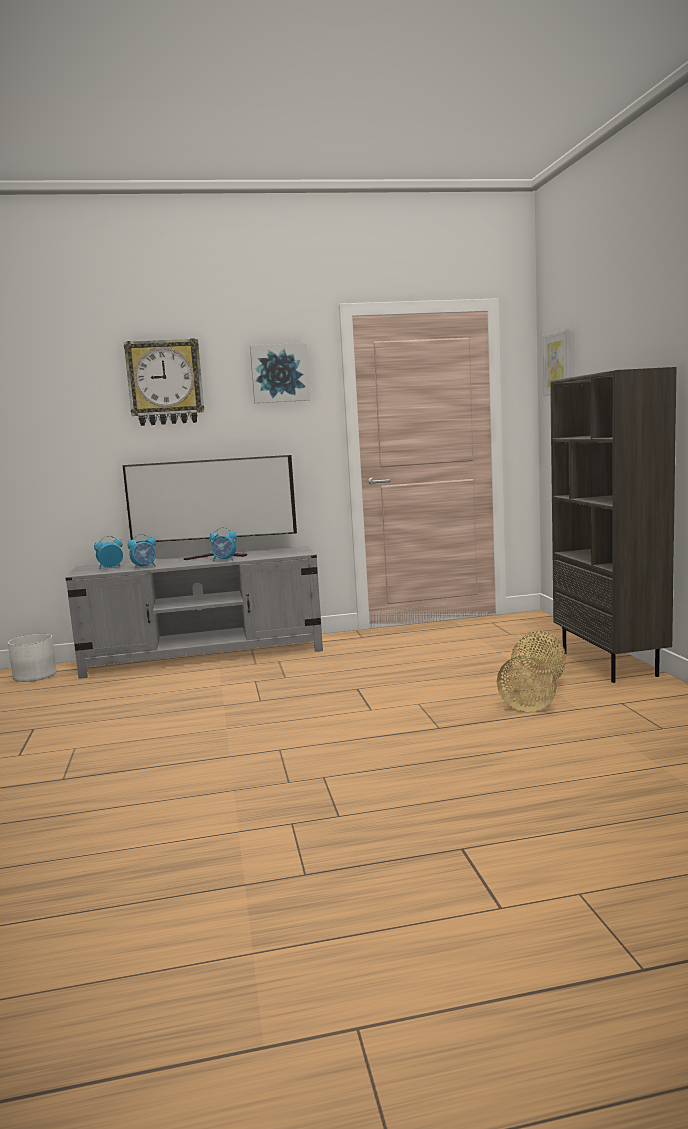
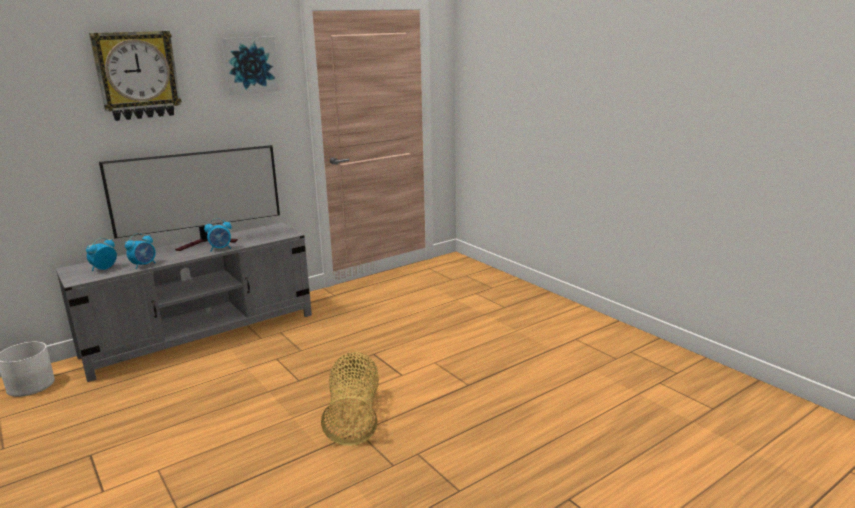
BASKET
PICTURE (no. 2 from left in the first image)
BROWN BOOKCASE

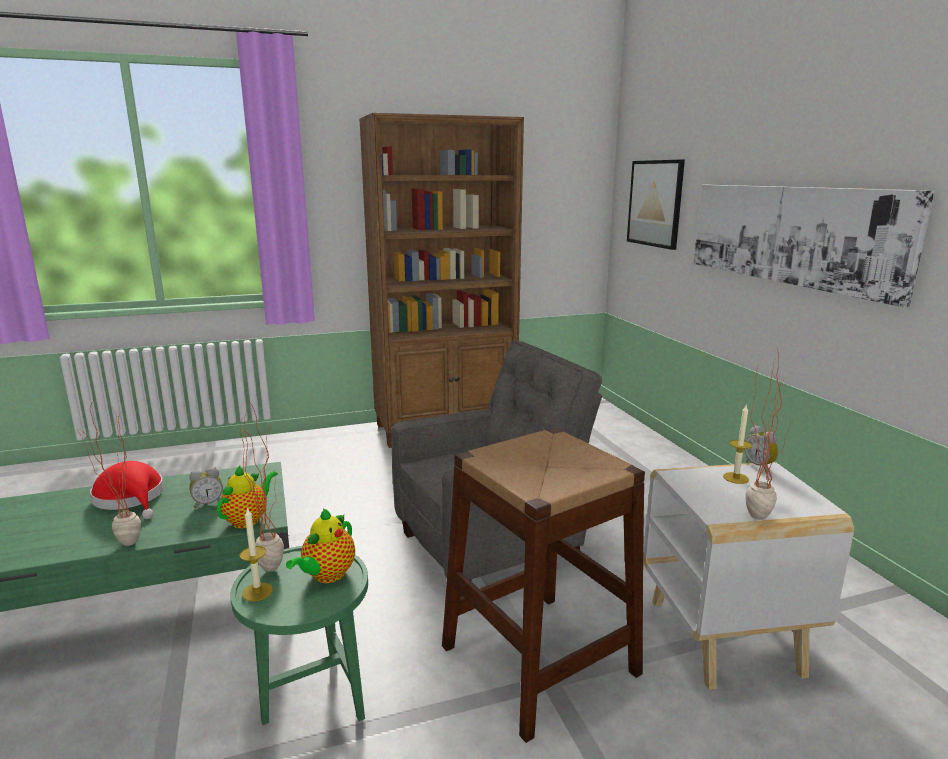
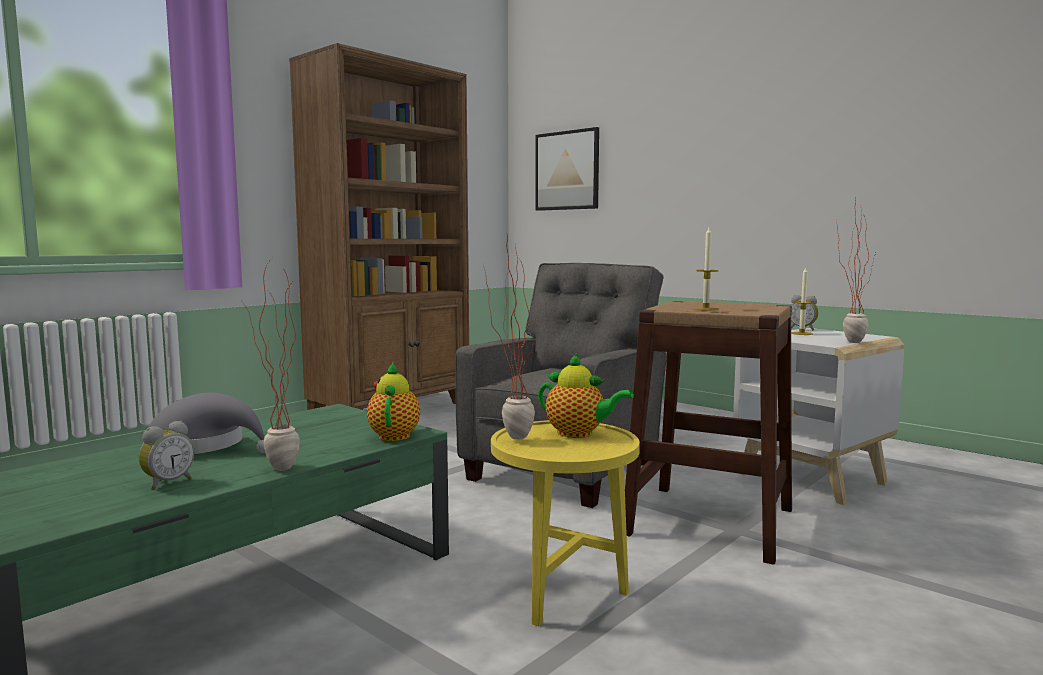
GREY HAT
ALARM CLOCK (no. 1 from left)
YELLOW SIDE TABLE
CANDLE (no. 1 from left)
TEAPOT (no. 2 from left)
PICTURE (no. 2 from left in the first image)

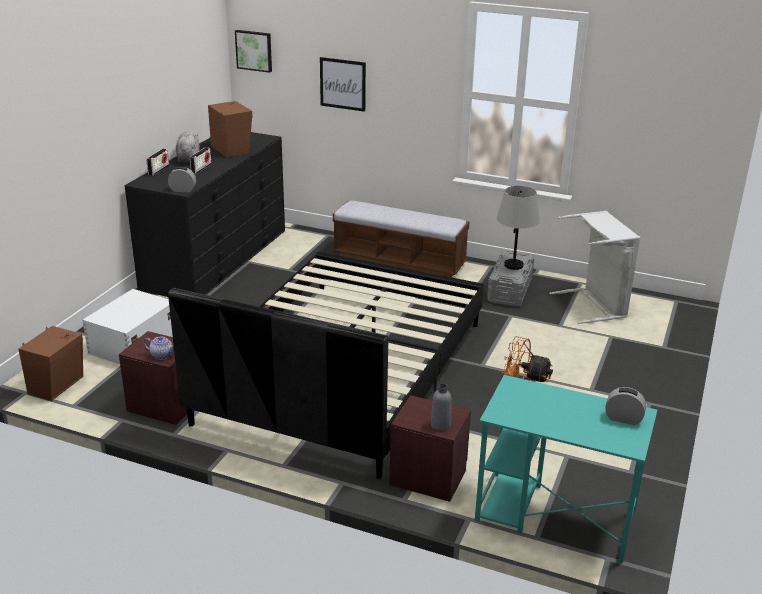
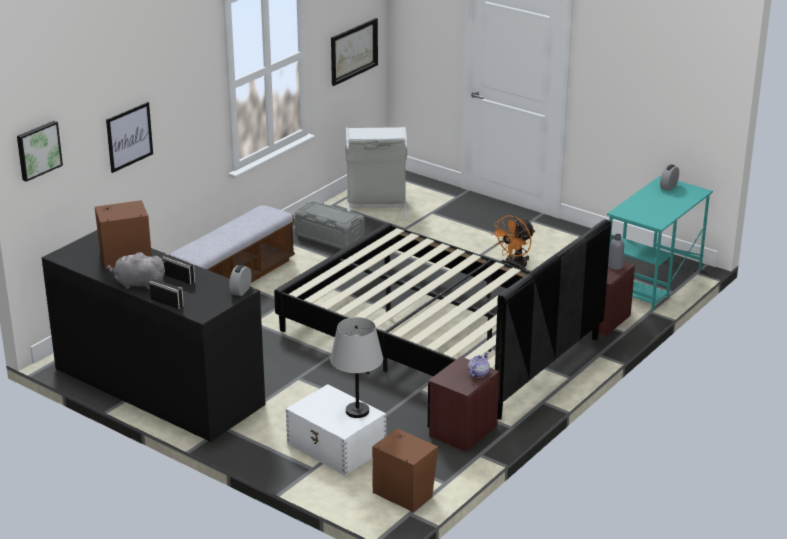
GREY TABLE LAMP
PICTURE (no. 3 from left)

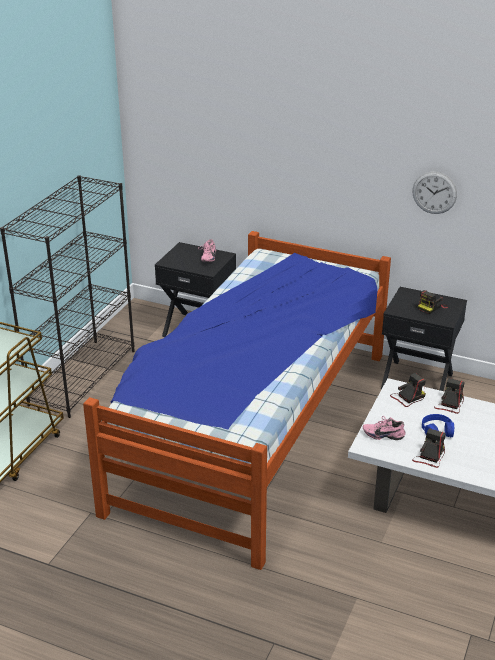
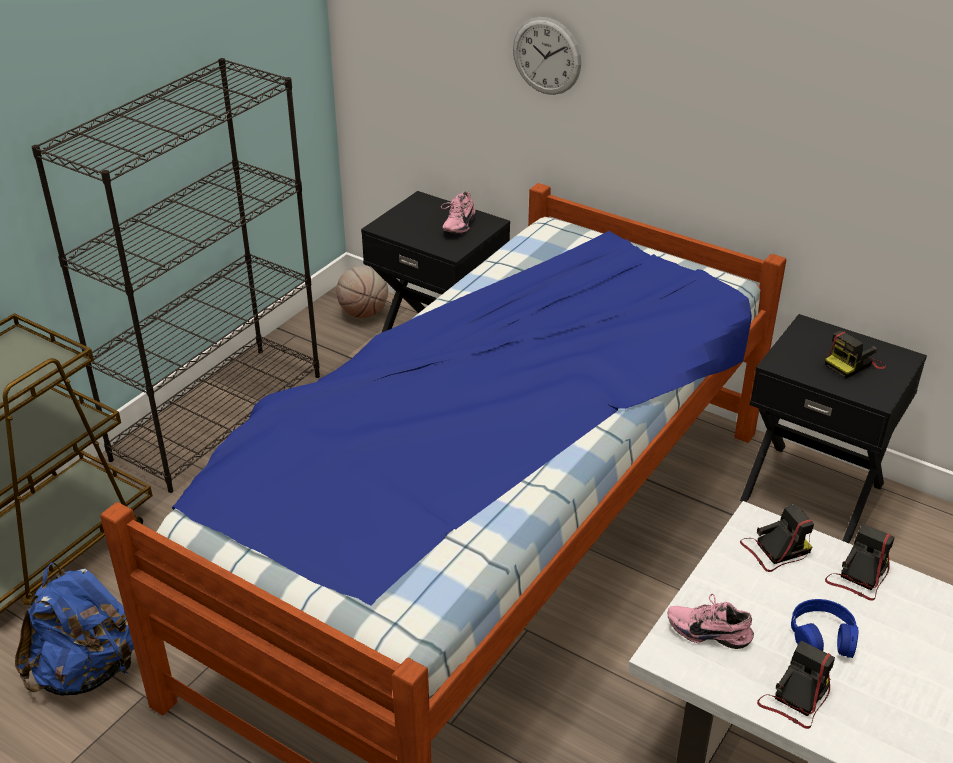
WALL CLOCK
BLUE BACKPACK
BASKETBALL

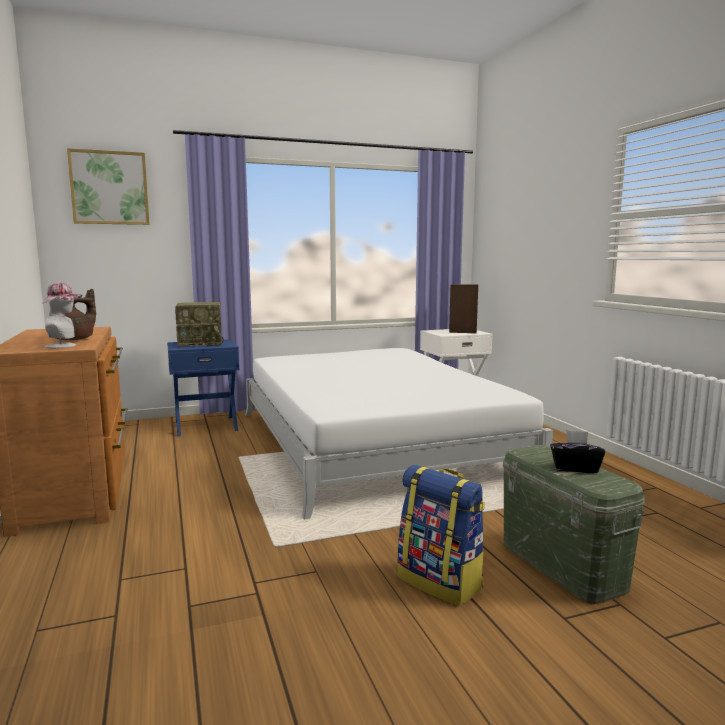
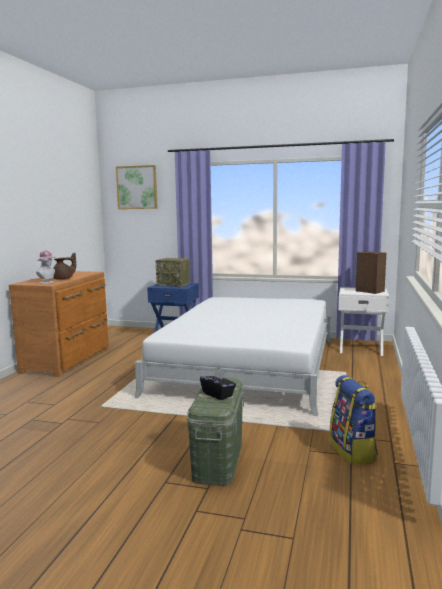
BACKPACK

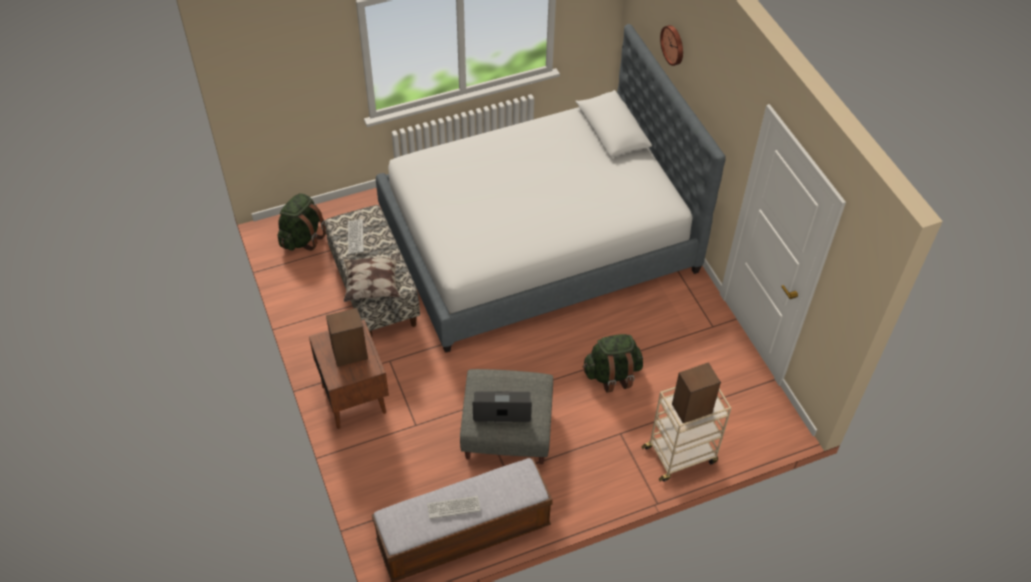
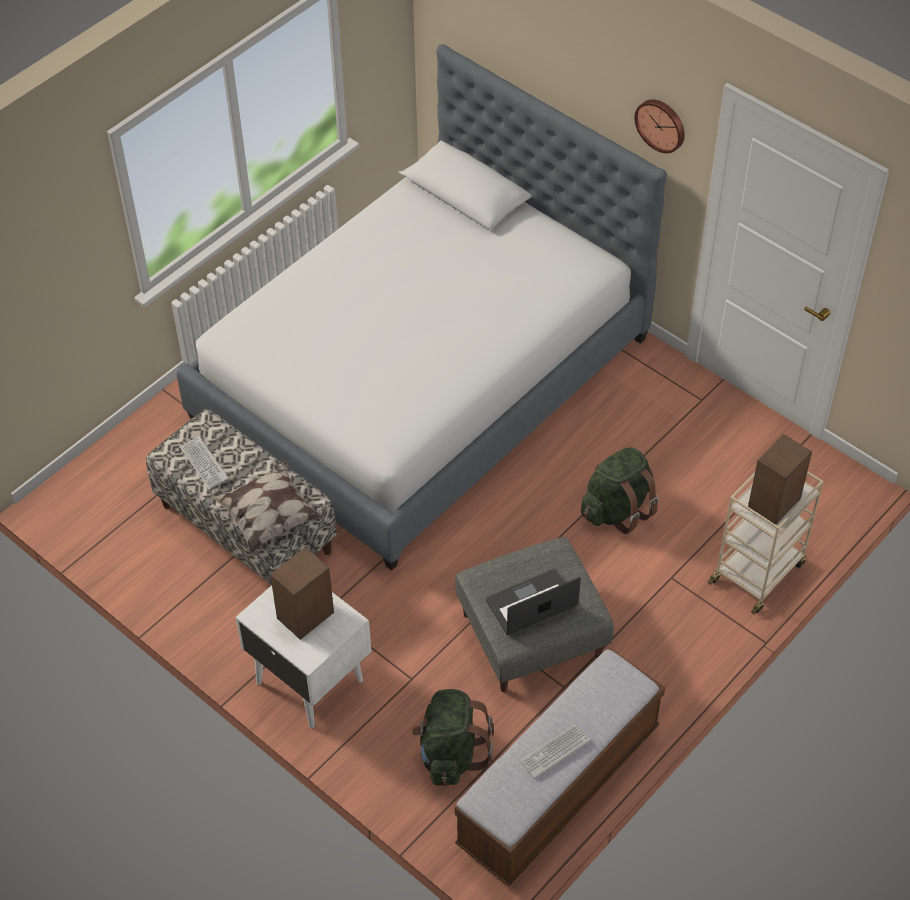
GREEN BACKPACK (no. 1 from left)
WHITE NIGHTSTAND
WALL CLOCK

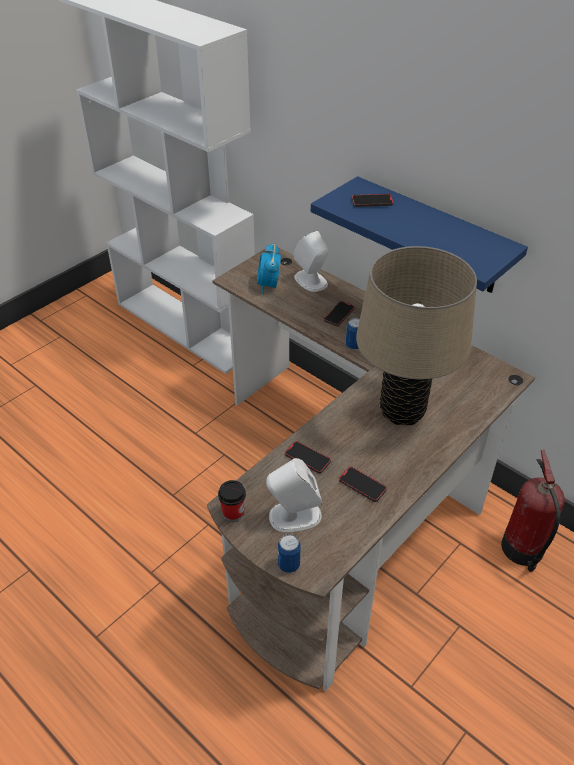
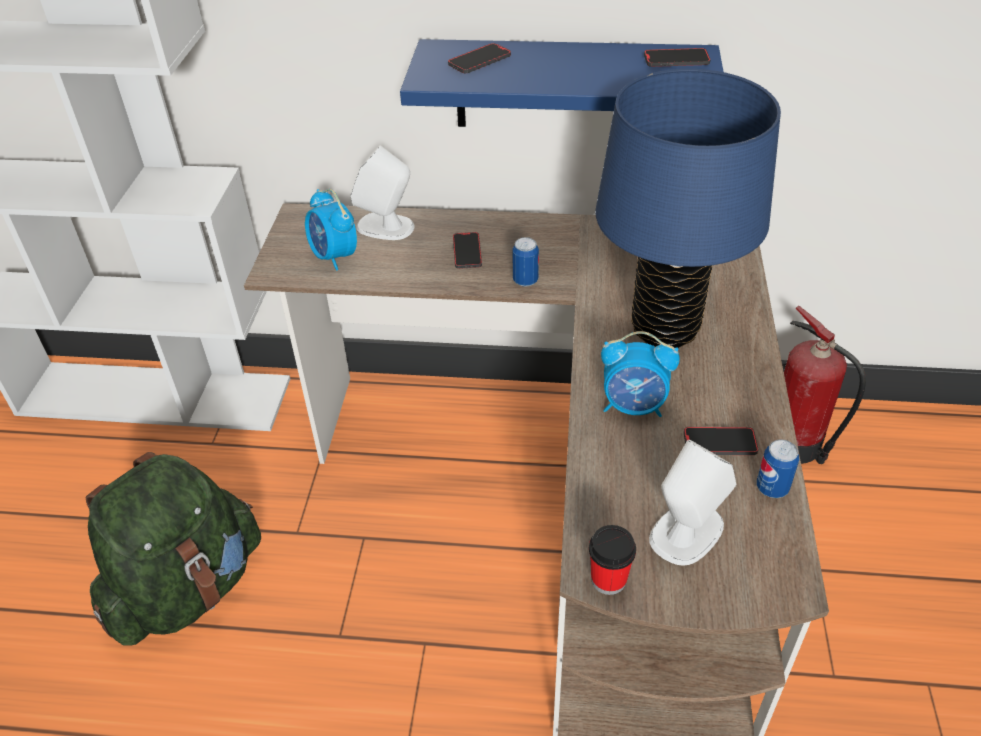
CAN (no. 2 from left)
PHONE (no. 3 from left)
BLUE TABLE LAMP
GREEN BACKPACK
ALARM CLOCK (no. 2 from left)

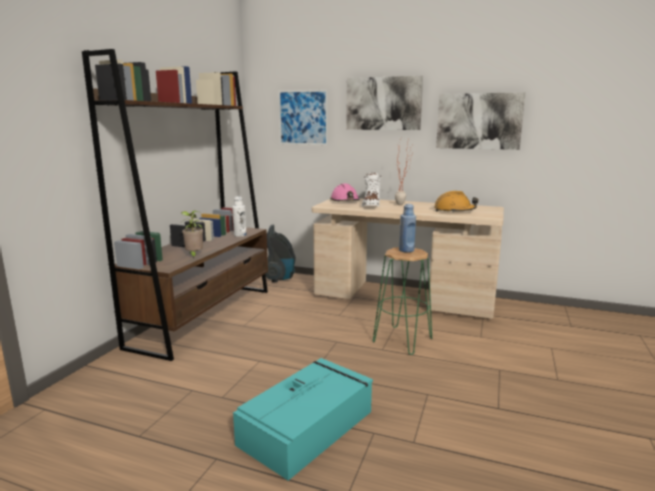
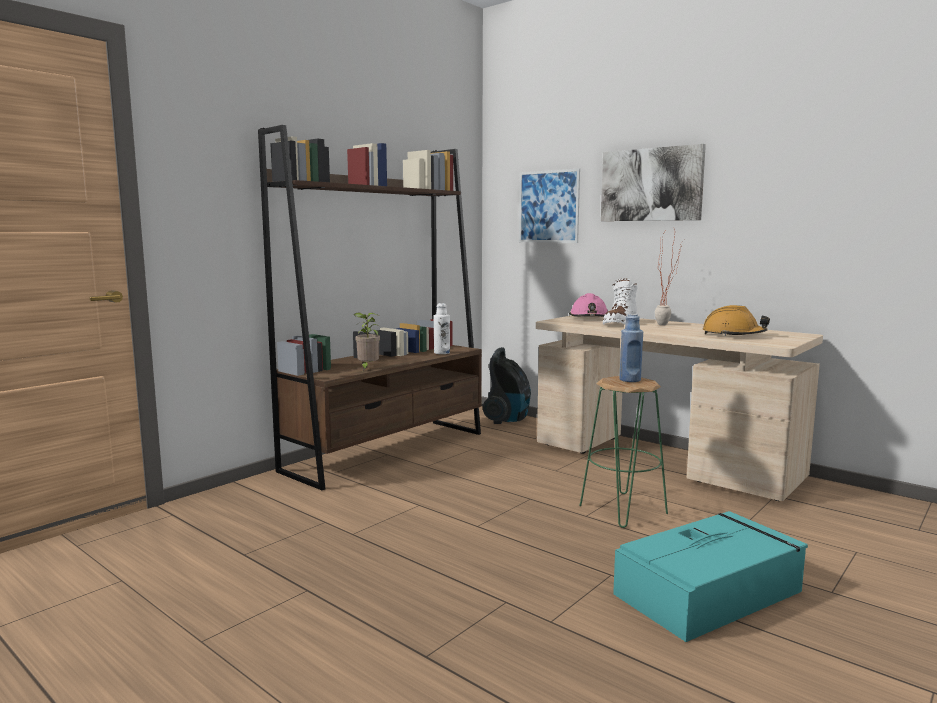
TURQUOISE STORAGE BOX
PICTURE (no. 3 from left in the first image)

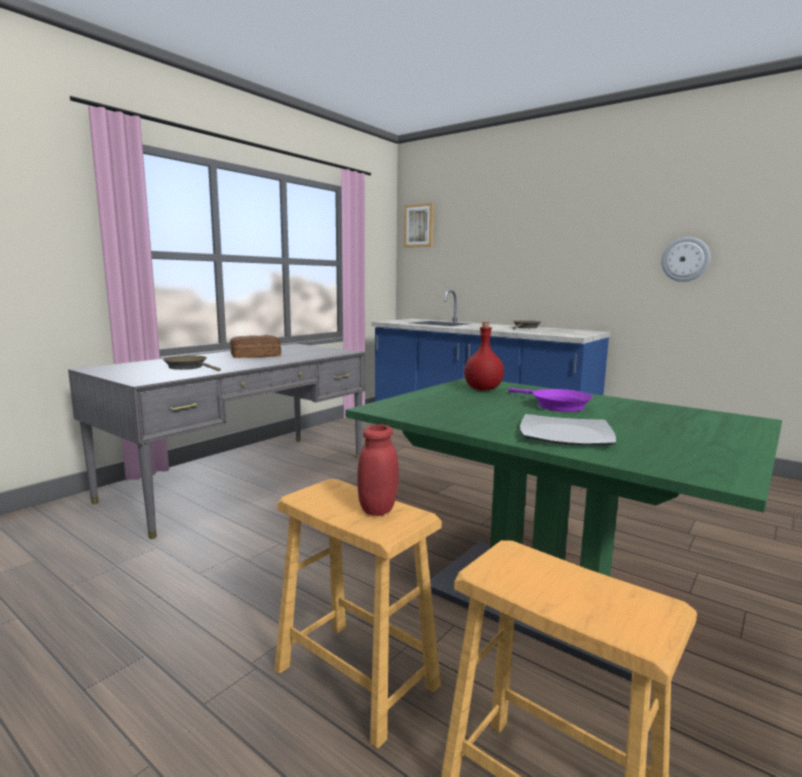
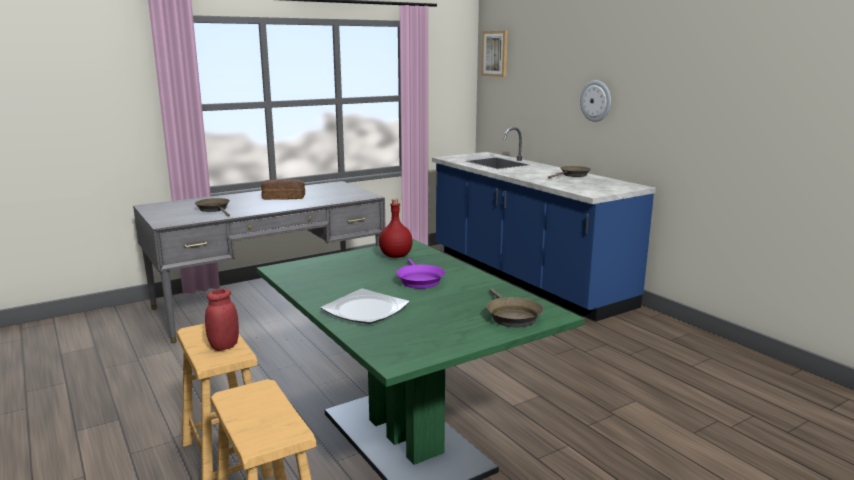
WALL CLOCK
BROWN FRYING PAN (no. 2 from left)

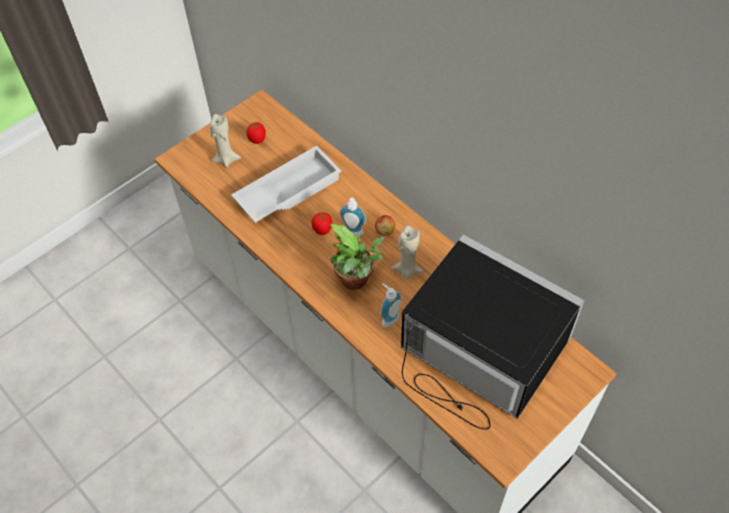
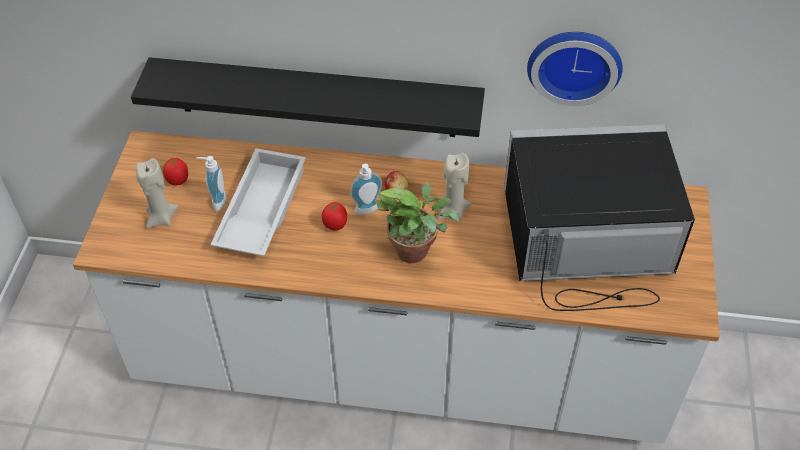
SOAP DISPENSER (no. 1 from left)
BLACK SHELF
WALL CLOCK

